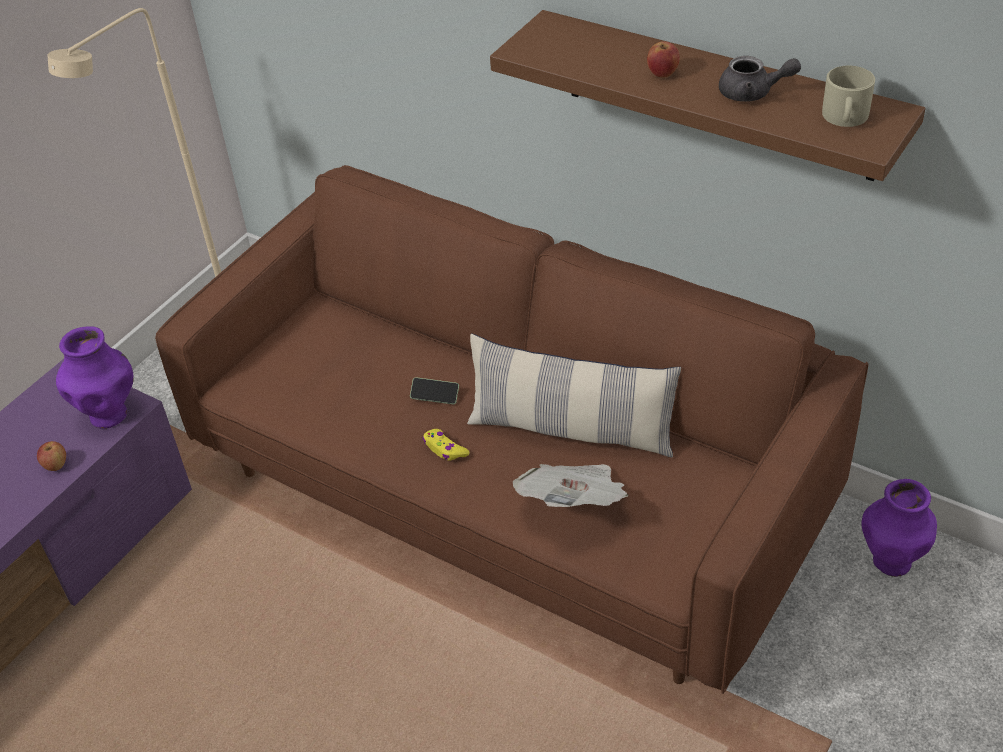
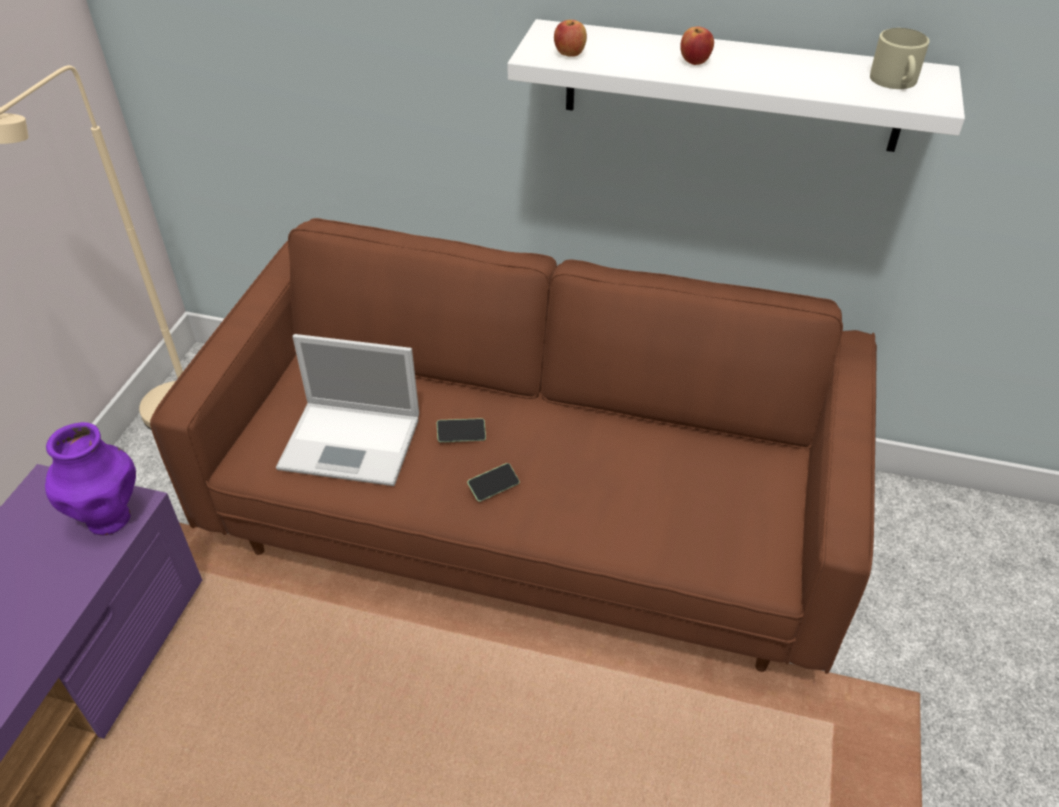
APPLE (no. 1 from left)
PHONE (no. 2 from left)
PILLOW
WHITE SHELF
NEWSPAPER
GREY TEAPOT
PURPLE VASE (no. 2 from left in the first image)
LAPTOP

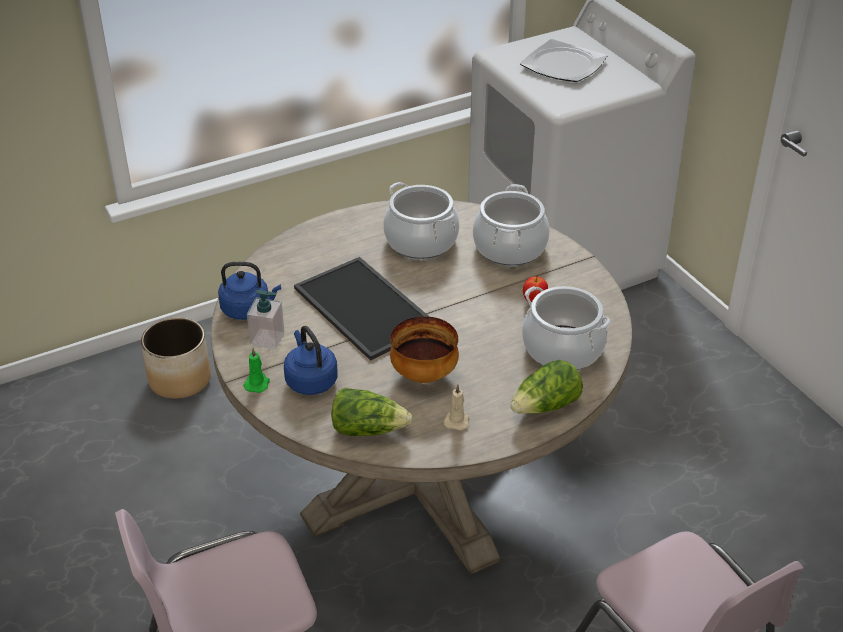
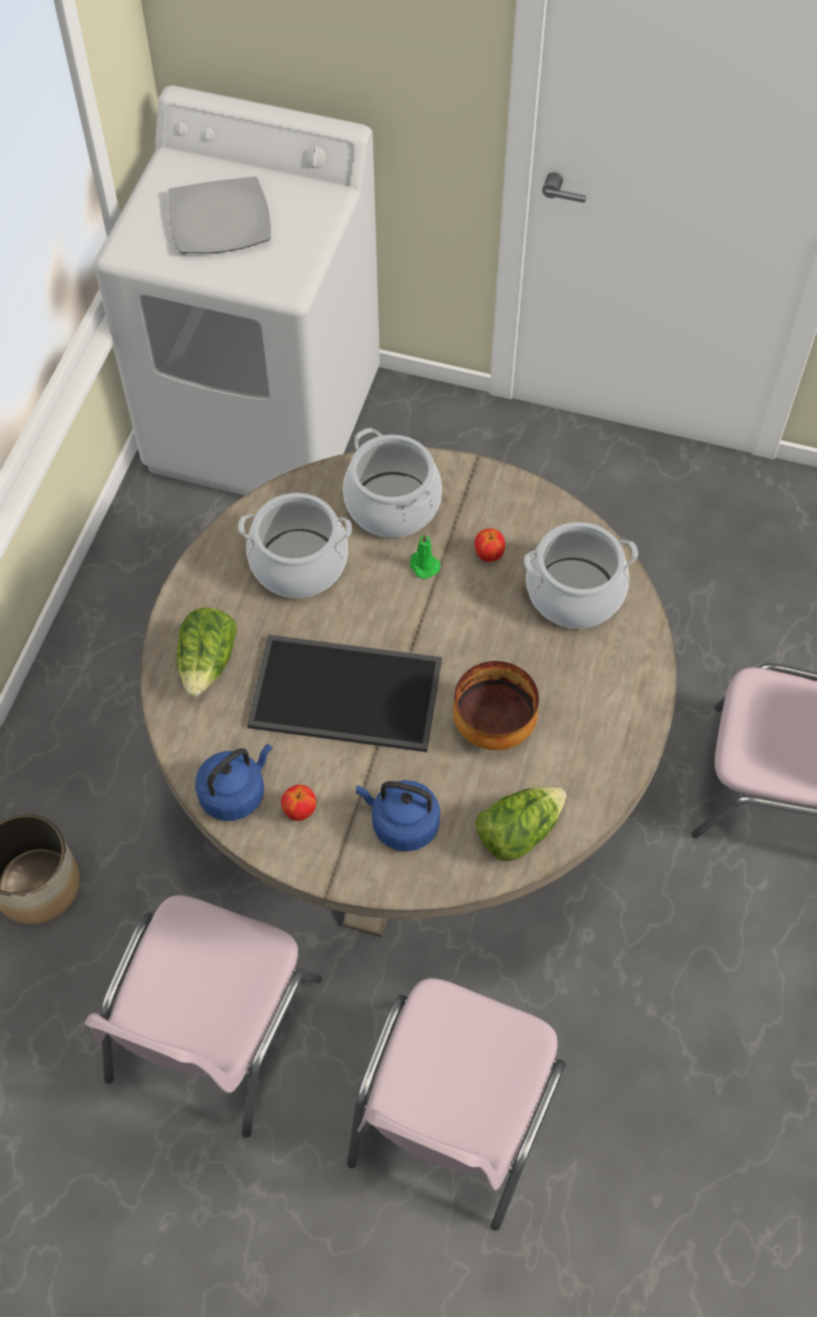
GREEN CANDLE
APPLE (no. 1 from left)
BEIGE CANDLE
LETTUCE (no. 1 from left)
PINK CHAIR (no. 1 from left)

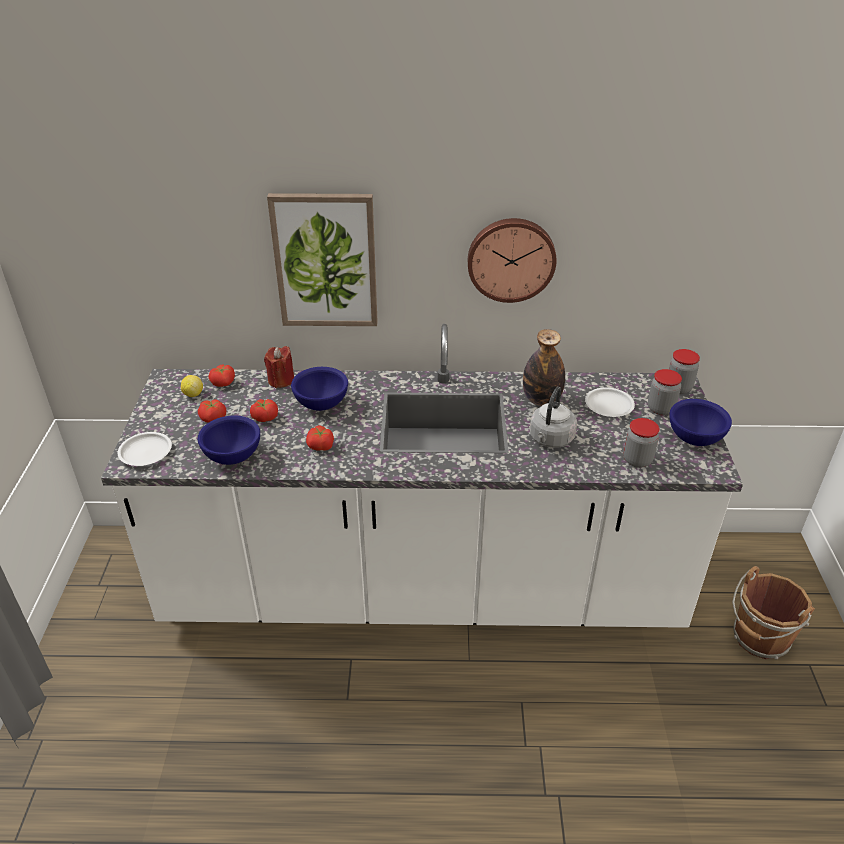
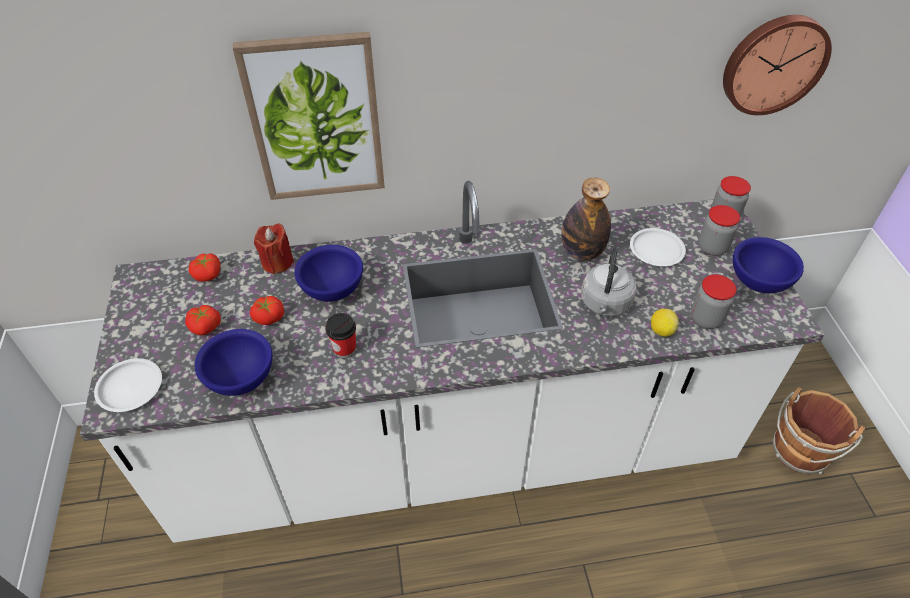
LEMON
CUP
WALL CLOCK

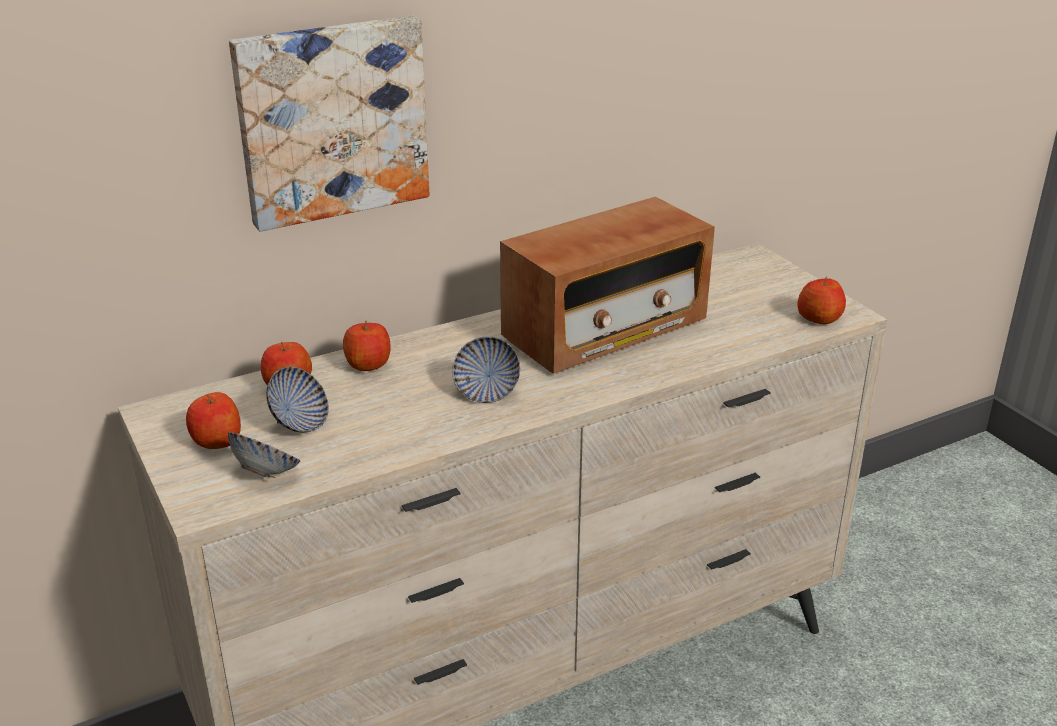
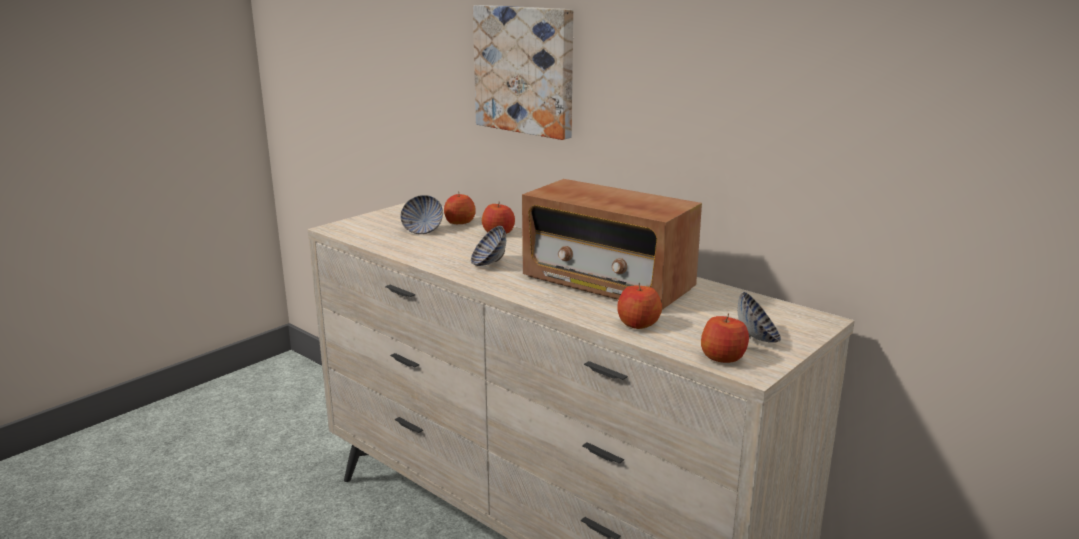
APPLE (no. 3 from left)
BOWL (no. 3 from left)

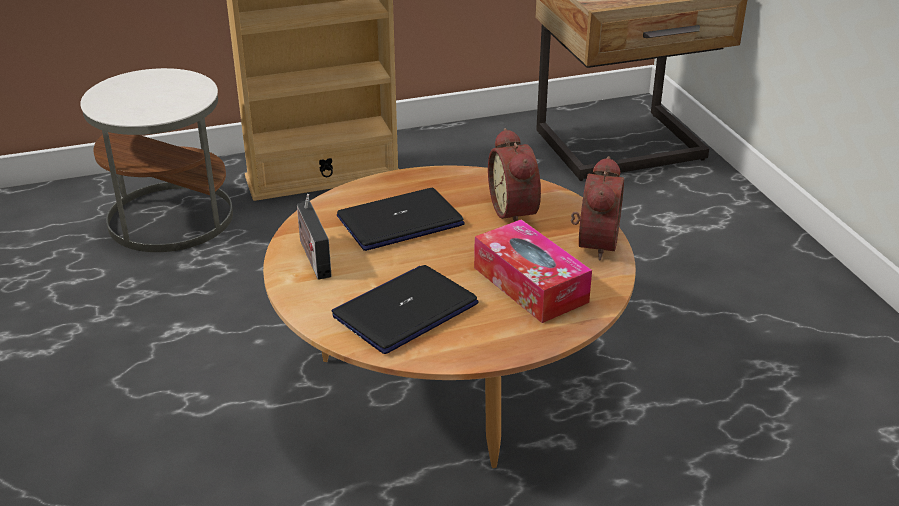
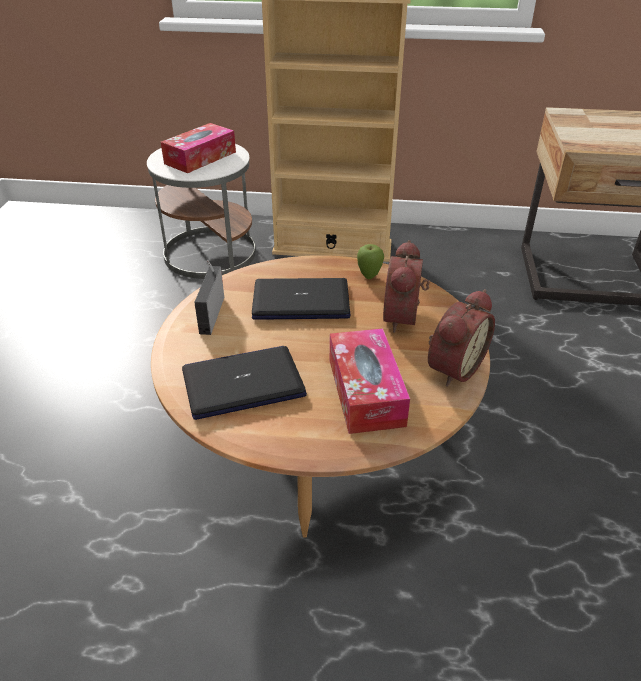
TISSUE BOX (no. 1 from left)
APPLE

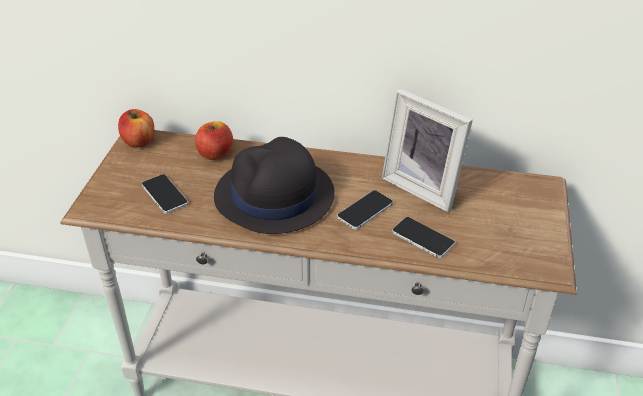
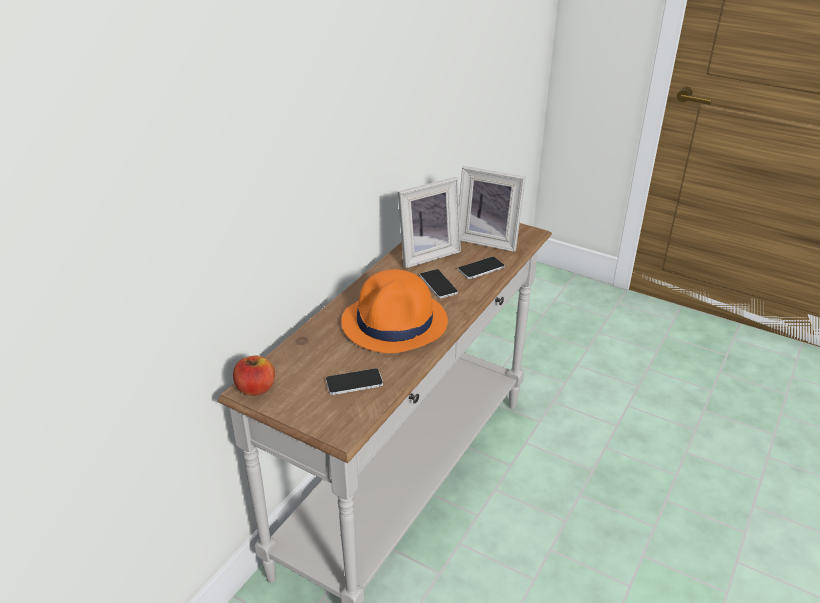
APPLE (no. 2 from left in the first image)
ORANGE HAT
PICTURE FRAME (no. 2 from left)

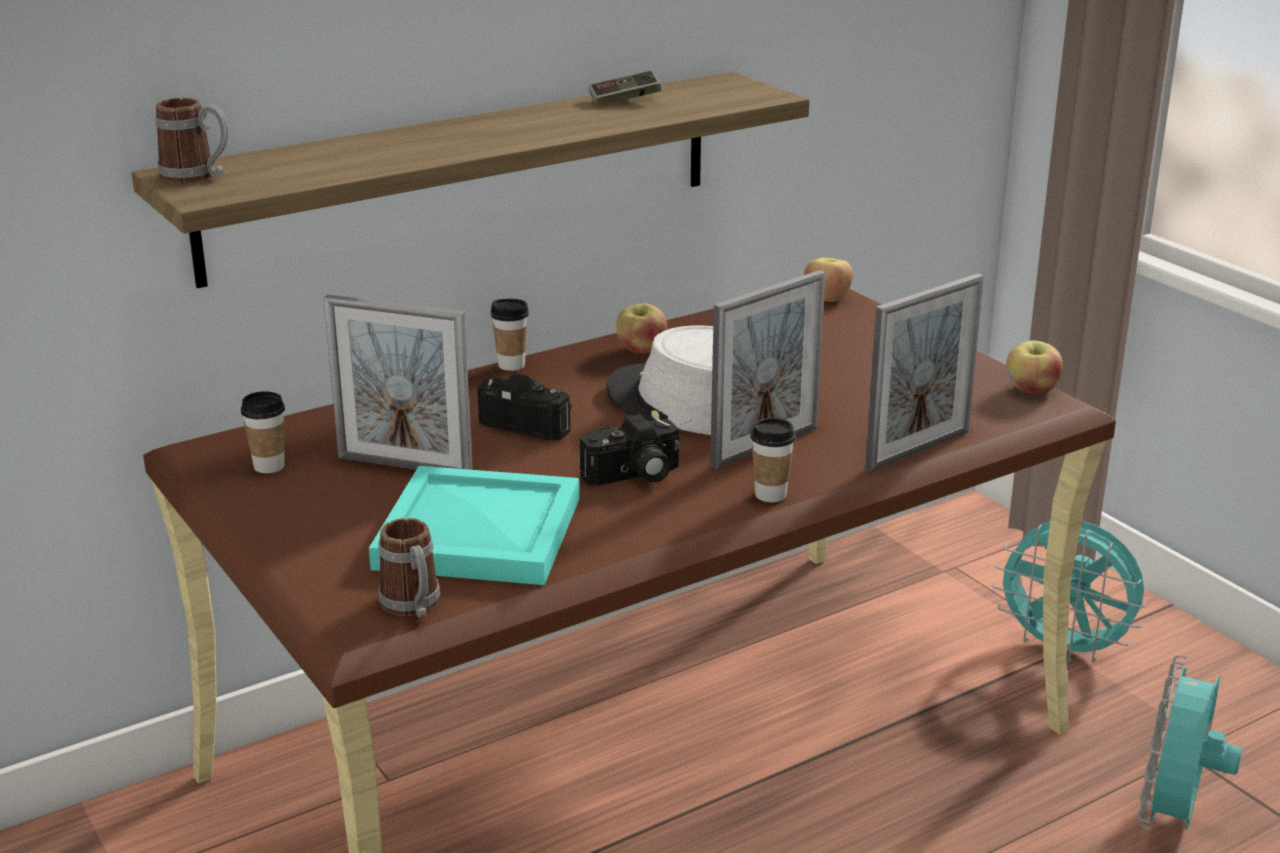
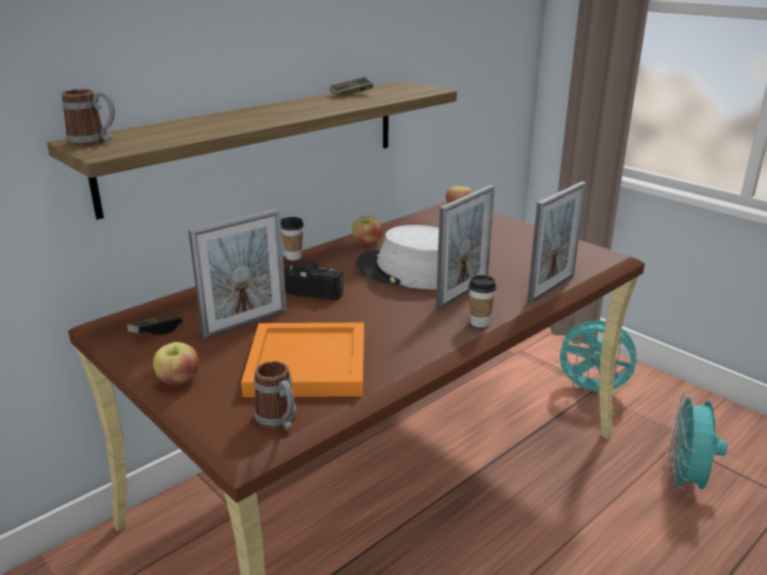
GAME CONTROLLER (no. 1 from left)
PICTURE FRAME (no. 1 from left)
ORANGE TRAY
PHOTO CAMERA (no. 2 from left in the first image)
APPLE (no. 1 from left)

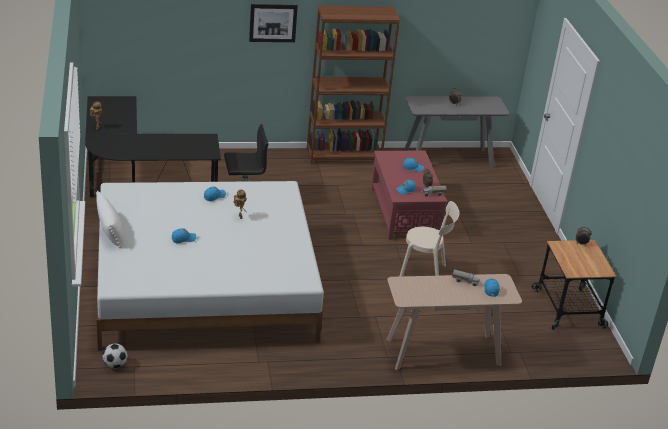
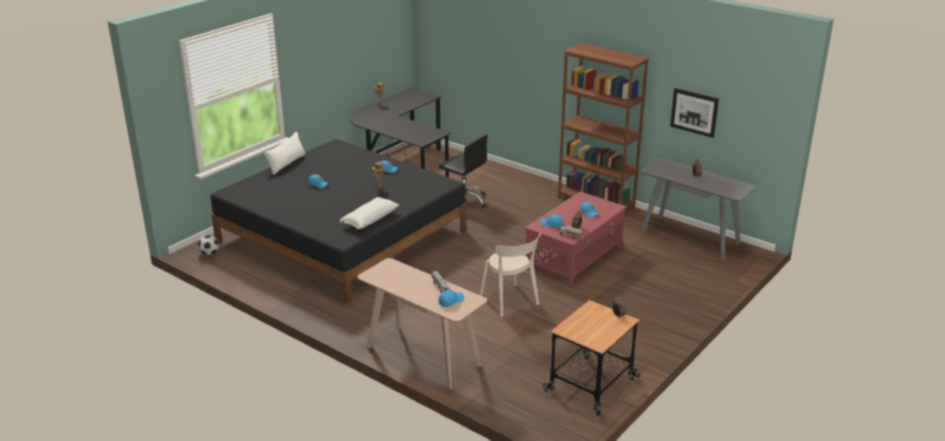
BLACK BED
PICTURE
WHITE PILLOW (no. 2 from left)

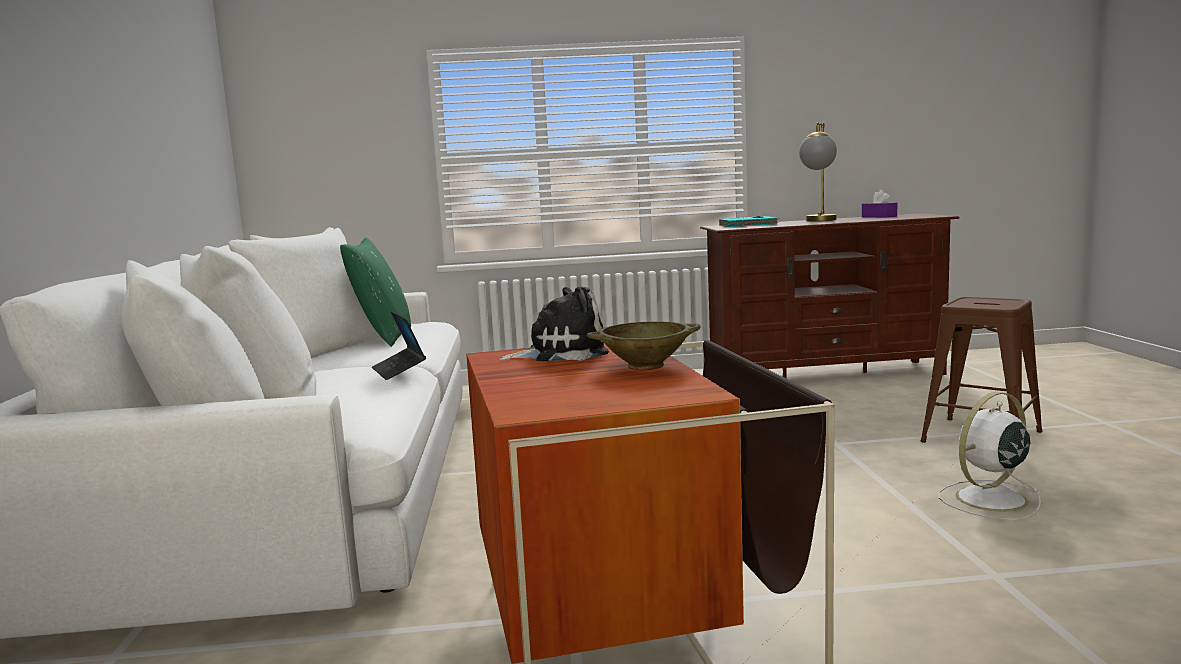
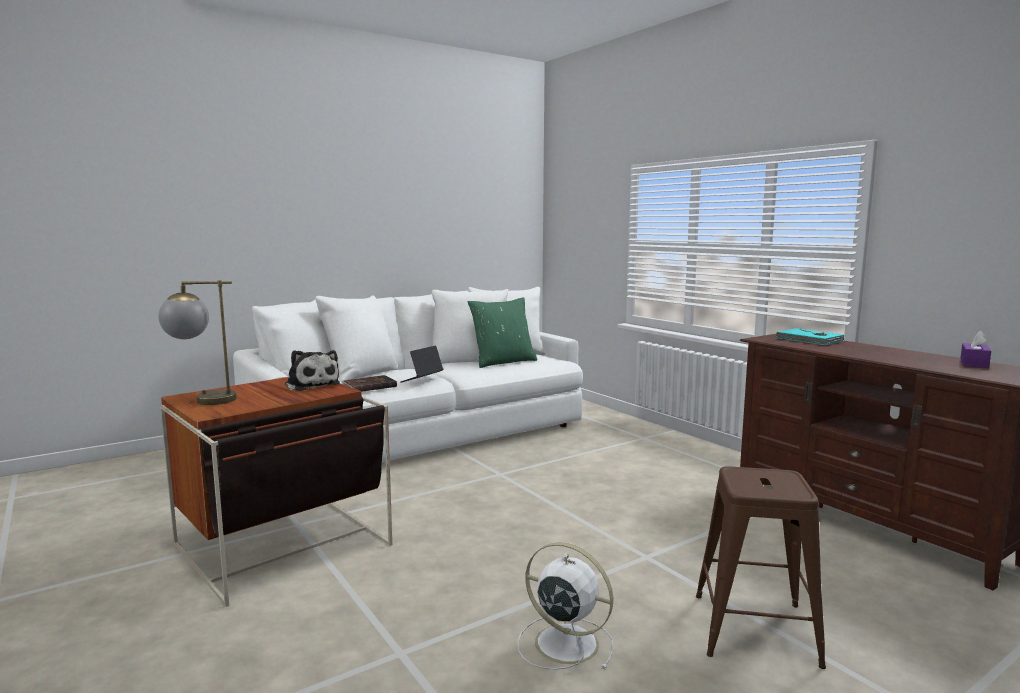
BEIGE BOWL
TABLE LAMP
BROWN BOOK

